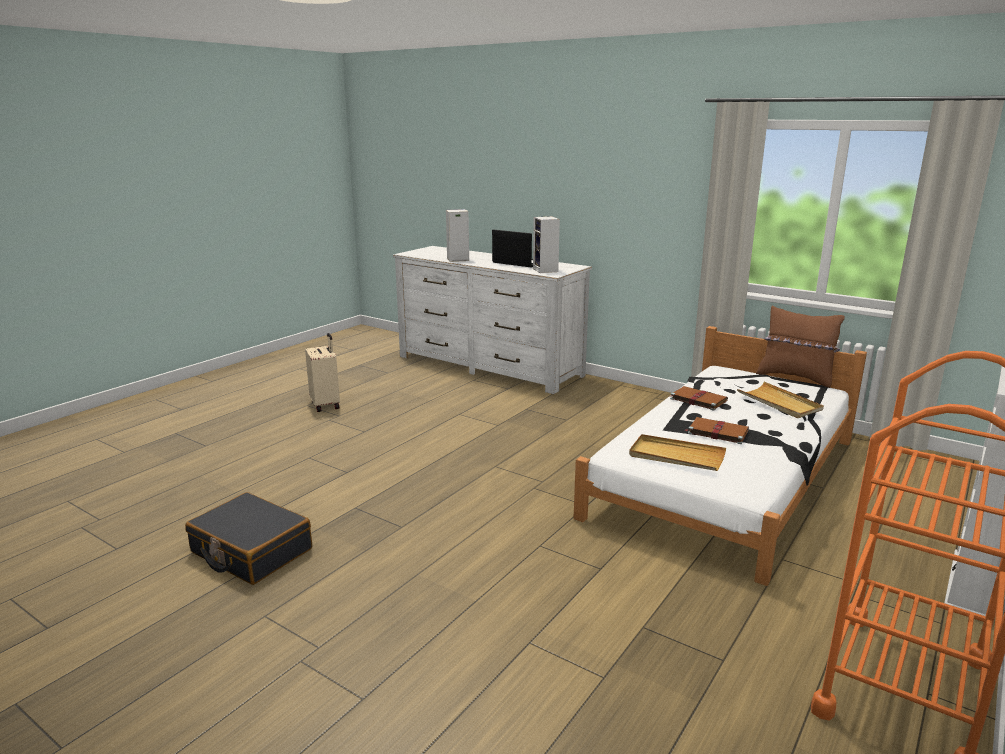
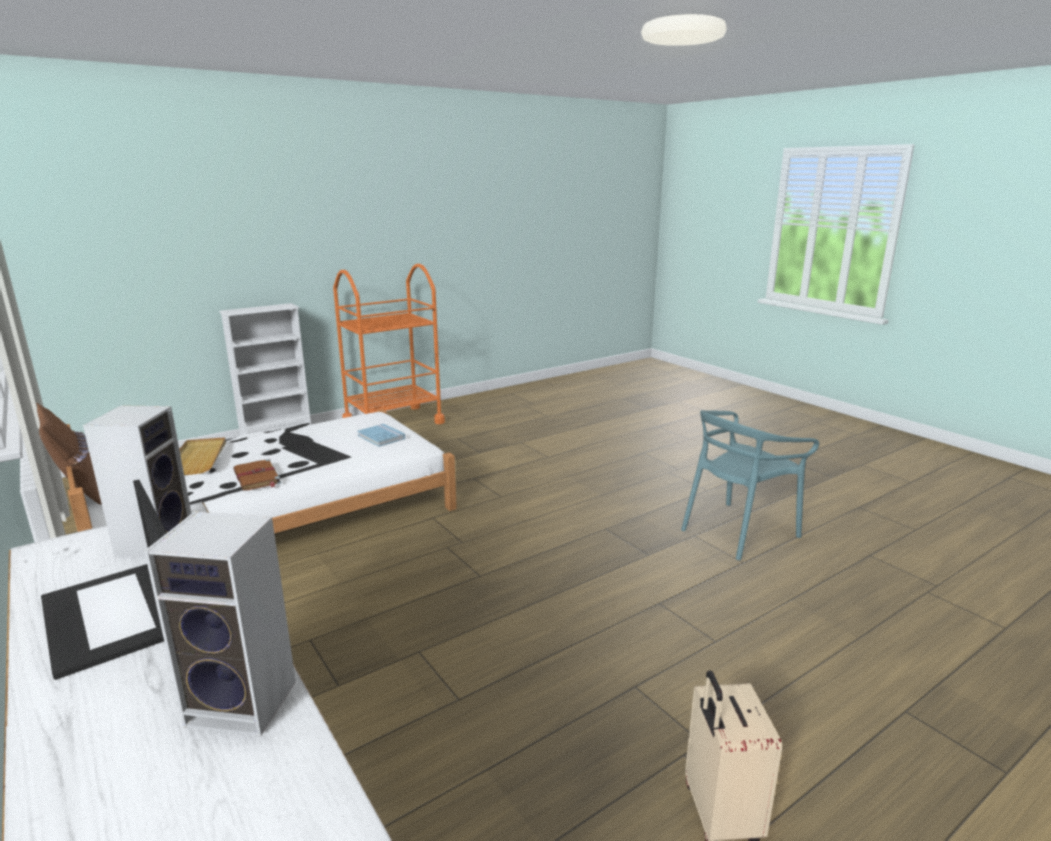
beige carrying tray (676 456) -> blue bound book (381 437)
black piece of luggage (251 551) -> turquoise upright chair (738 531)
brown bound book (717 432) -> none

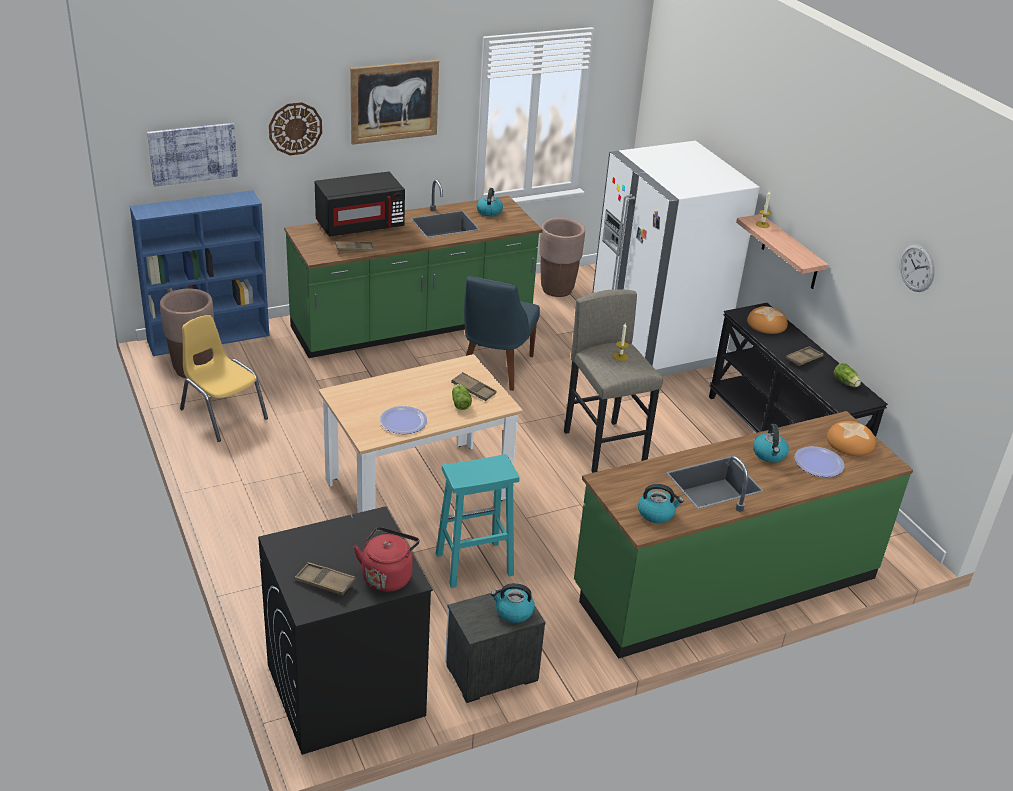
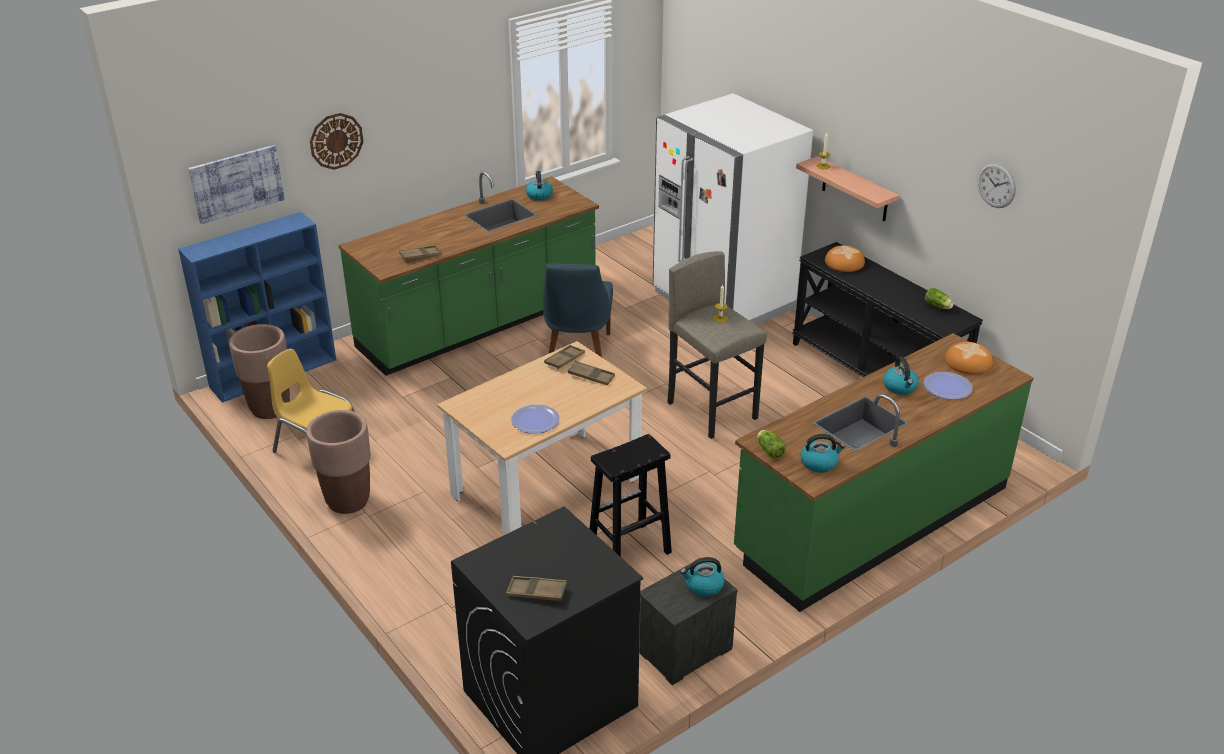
brown plant pot (557 289) -> brown plant pot (348 501), move
brown carrying tray (803 359) -> brown carrying tray (564 359), move
turquoise stool (473 565) -> black stool (628 550)
head of lettuce (460 402) -> head of lettuce (769 450), move
black microwave (360 226) -> none
wall picture (394 101) -> none
red kettle (387 576) -> none

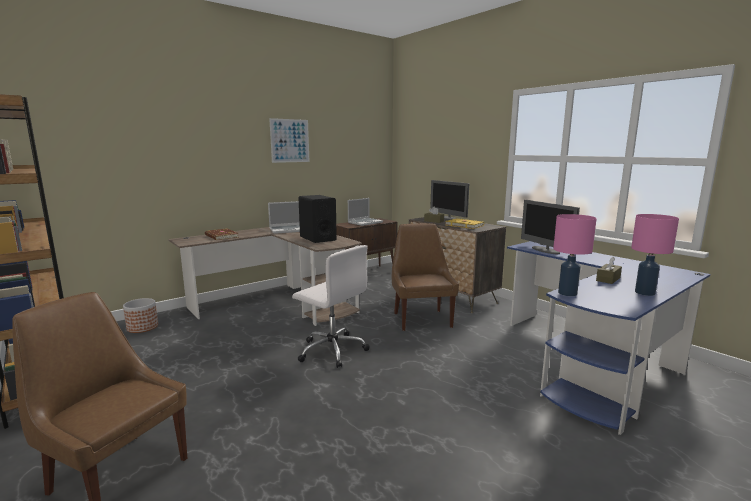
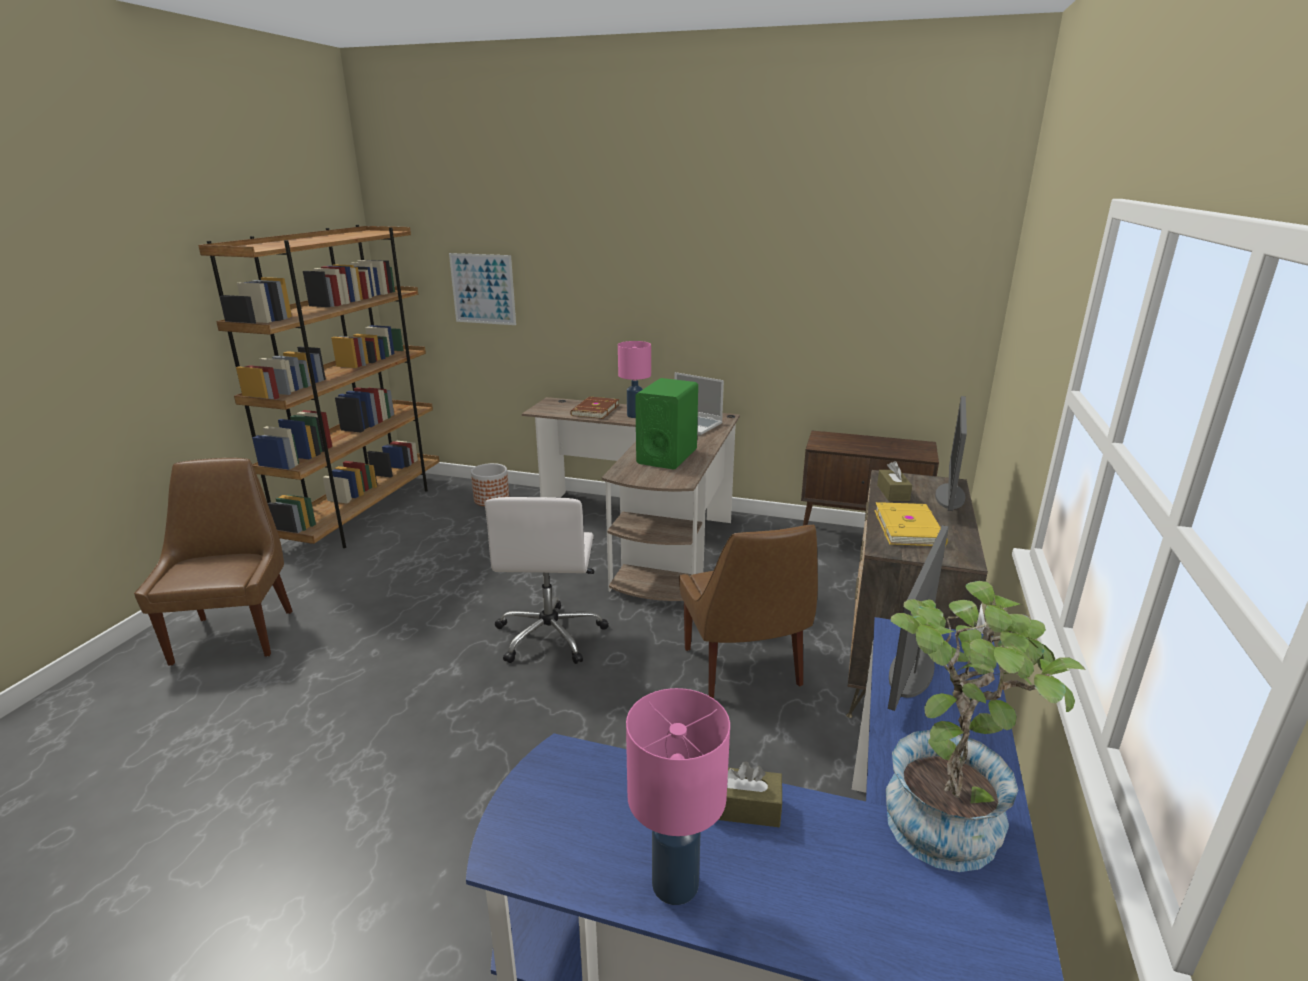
wall picture (290 140) -> wall picture (483 289), move
pink-coloured tabletop lamp (567 293) -> pink-coloured tabletop lamp (634 415), move
black loudspeaker (317 238) -> green loudspeaker (667 456)
brown upright chair (421 319) -> brown upright chair (743 670), 120 degrees clockwise
none -> potted plant (947 814)
portable computer (365 222) -> none

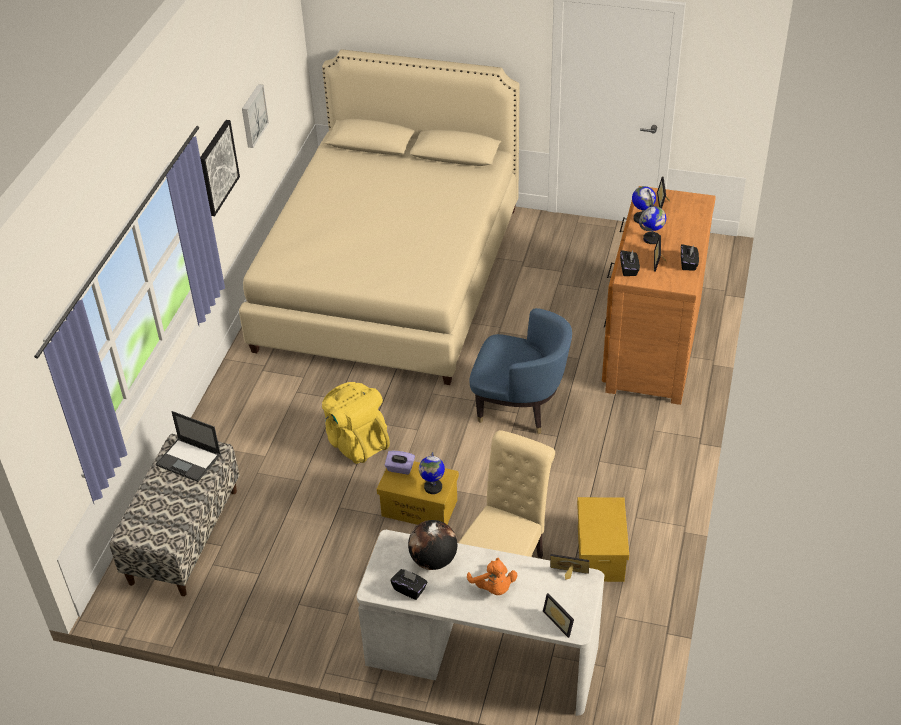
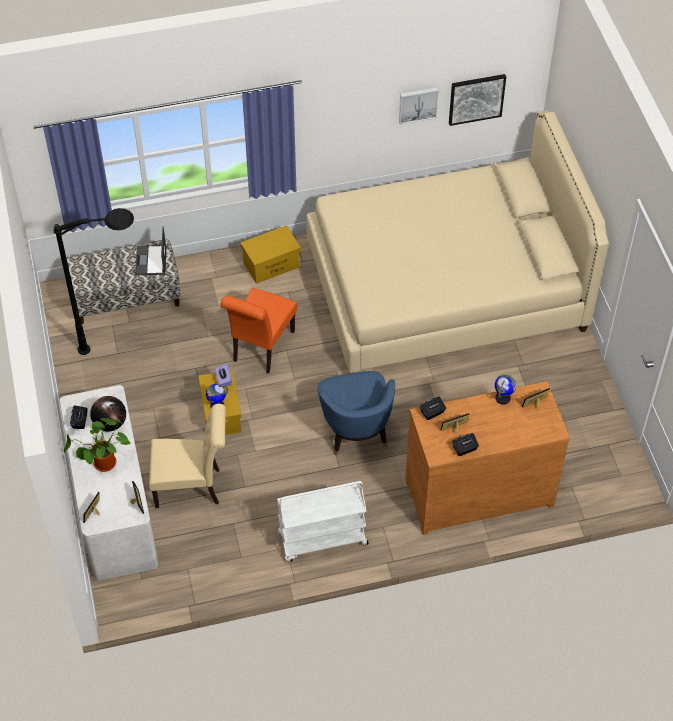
none -> black floor lamp (124 347)
orange-coloured plush toy (493 587) -> potted plant (104 465)
yellow-coloured knapsack (356 442) -> orange-coloured upright chair (261 349)
yellow-coloured storage bin (600 553) -> yellow-coloured storage bin (272 264), move
none -> whitish trolley (322 539)
wall picture (217 167) -> wall picture (476 98), move
globe (652 239) -> none

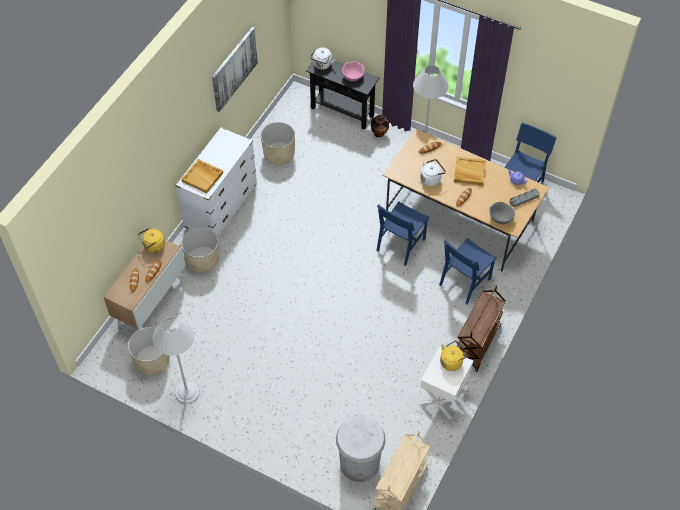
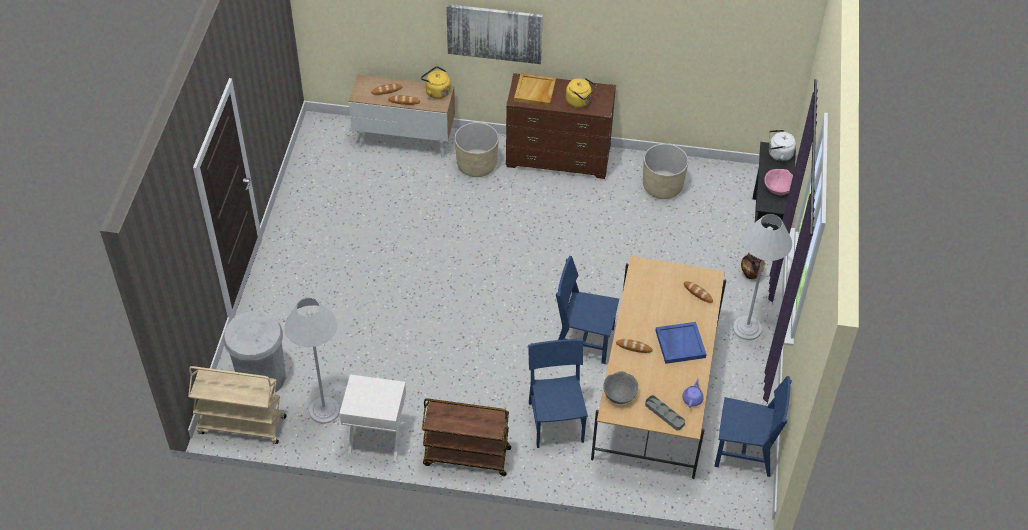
whitish floor lamp (187 392) -> whitish floor lamp (324 410), move
wall picture (234 68) -> wall picture (494 33), move
whitish dresser (221 207) -> brown dresser (558 158)
blue upright chair (464 282) -> blue upright chair (556 422), 60 degrees clockwise
yellow-coloured kettle (452 361) -> yellow-coloured kettle (580 101), move
beige carrying tray (469 172) -> blue carrying tray (679 344)
beige plant pot (152 361) -> none
whitish kettle (431 179) -> none

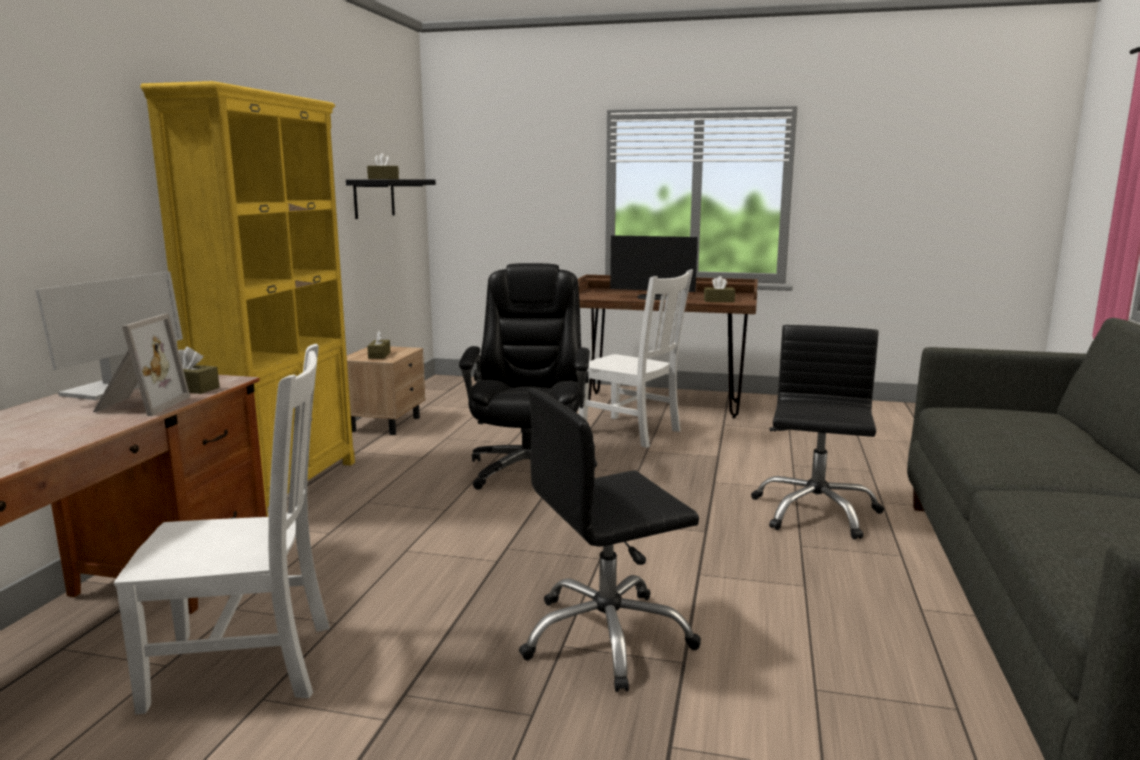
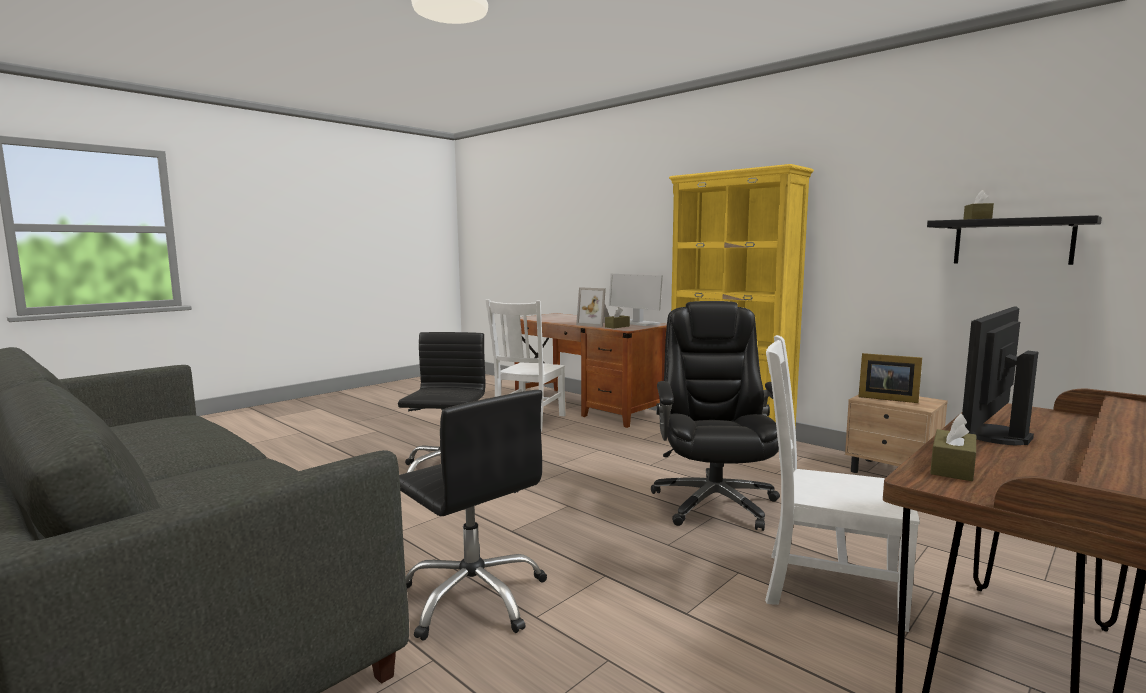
black desk chair (529 469) -> black desk chair (714 502), 120 degrees counterclockwise
whitish upright chair (632 432) -> whitish upright chair (826 588), 45 degrees clockwise
brown box of tissues (379 355) -> photo frame (886 398)

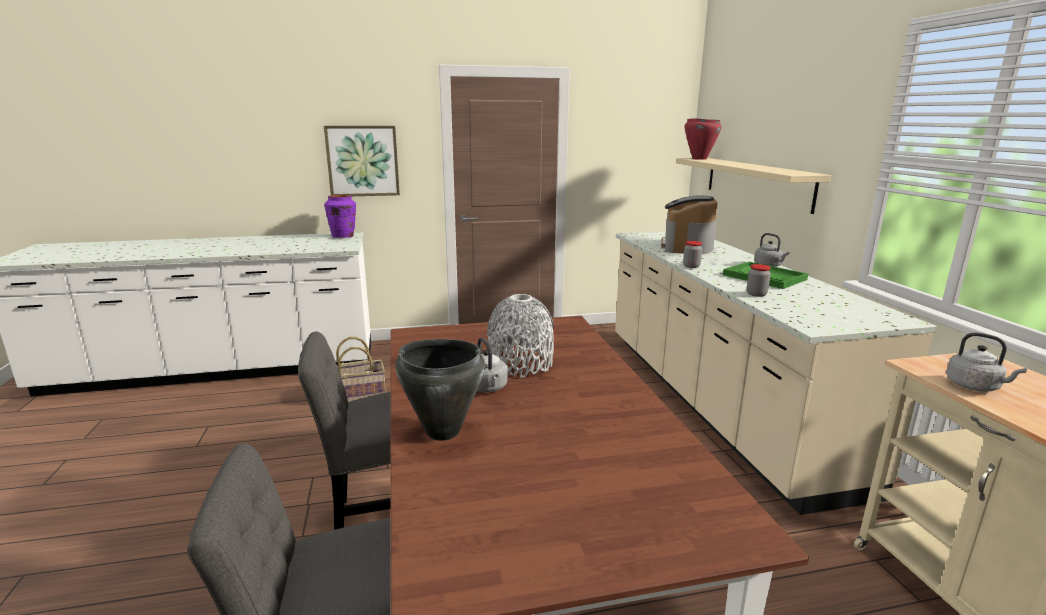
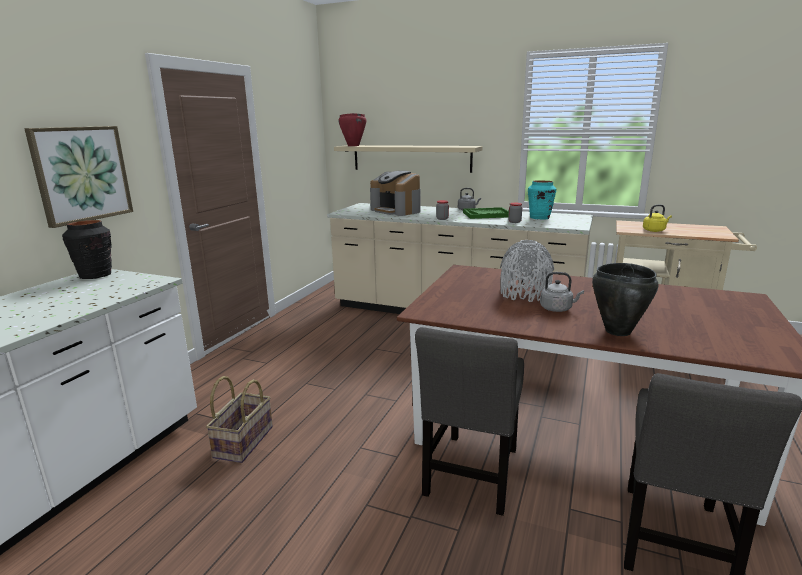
purplish flower vase (343 236) -> black flower vase (96 275)
none -> turquoise flower vase (539 218)
greyish kettle (975 386) -> yellow-coloured kettle (655 230)

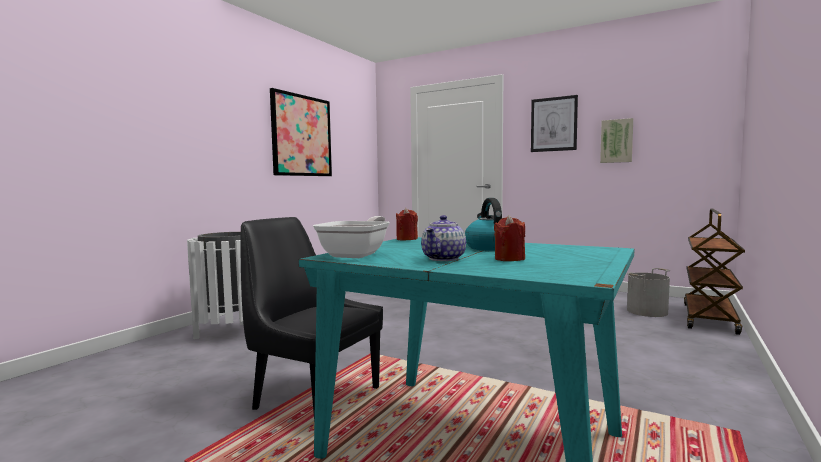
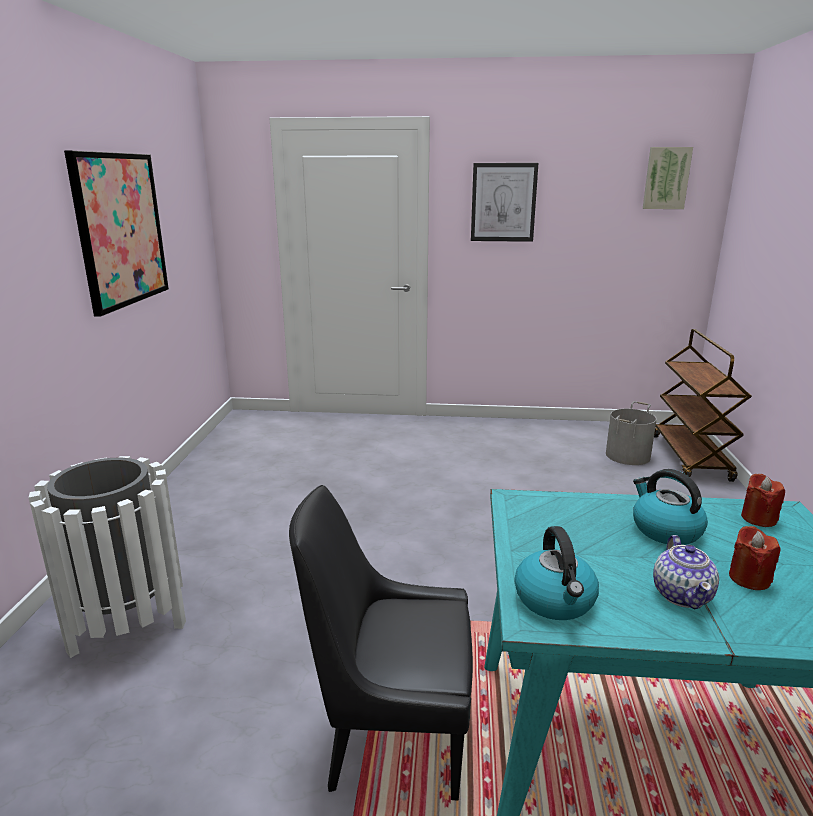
frying pan (357 254) -> kettle (555 600)
wall picture (616 141) -> wall picture (666 178), move
red candle (407 239) -> red candle (758 518), move

